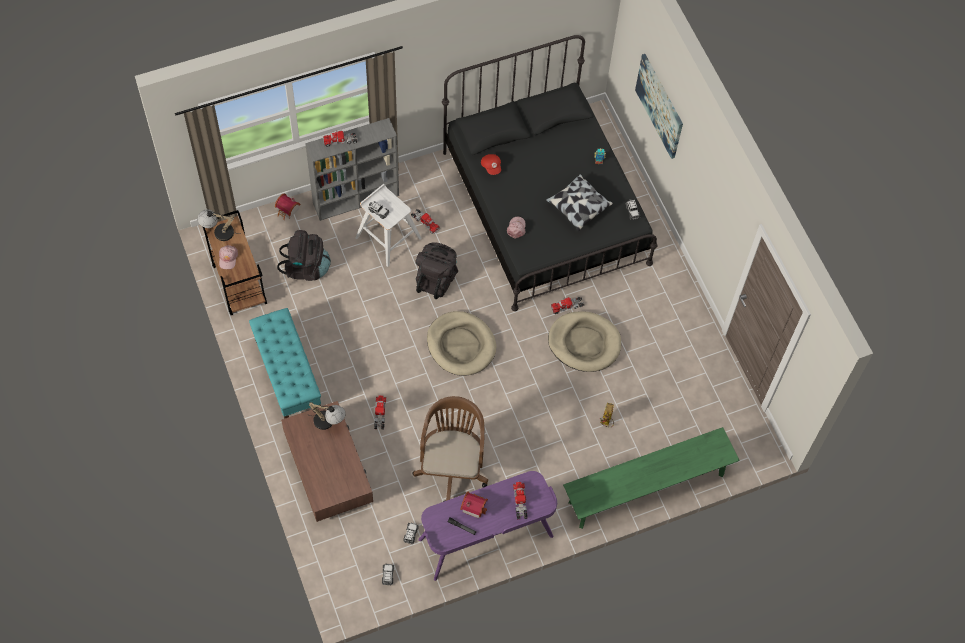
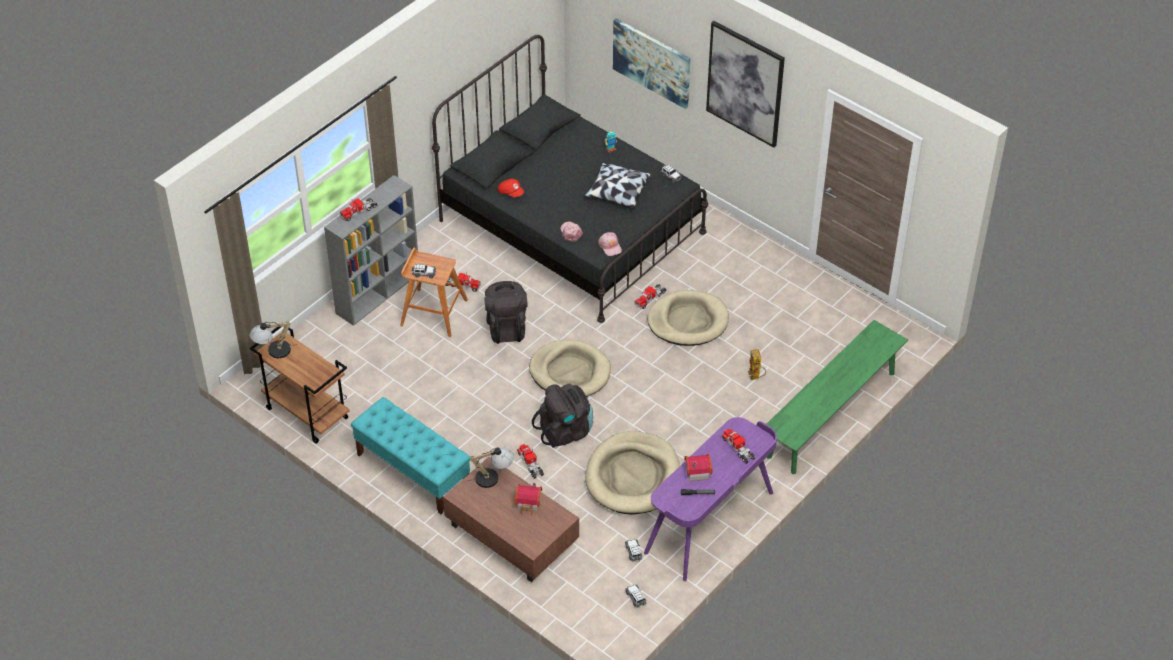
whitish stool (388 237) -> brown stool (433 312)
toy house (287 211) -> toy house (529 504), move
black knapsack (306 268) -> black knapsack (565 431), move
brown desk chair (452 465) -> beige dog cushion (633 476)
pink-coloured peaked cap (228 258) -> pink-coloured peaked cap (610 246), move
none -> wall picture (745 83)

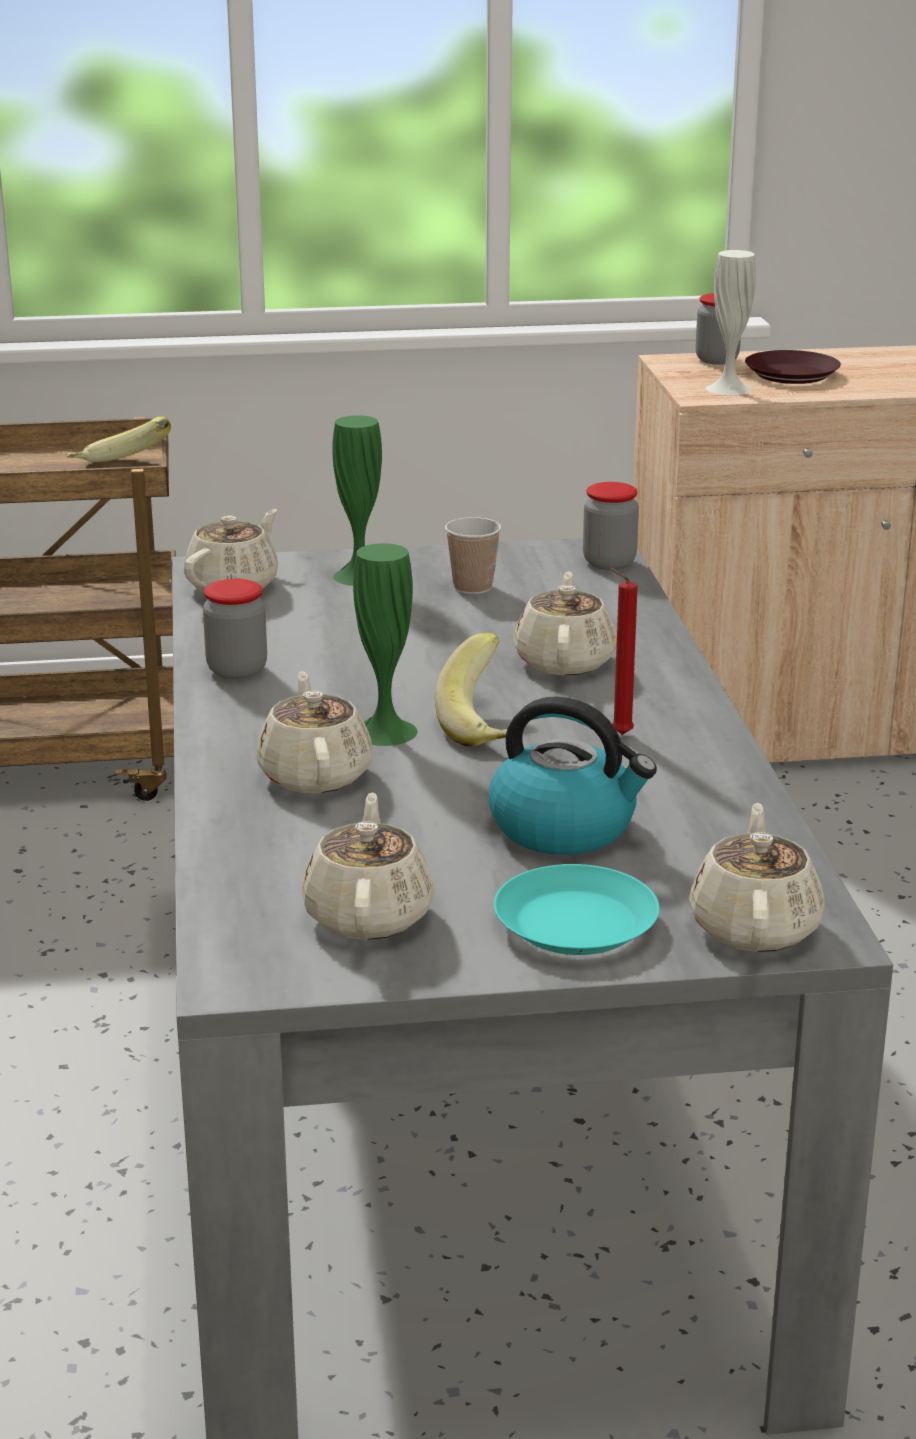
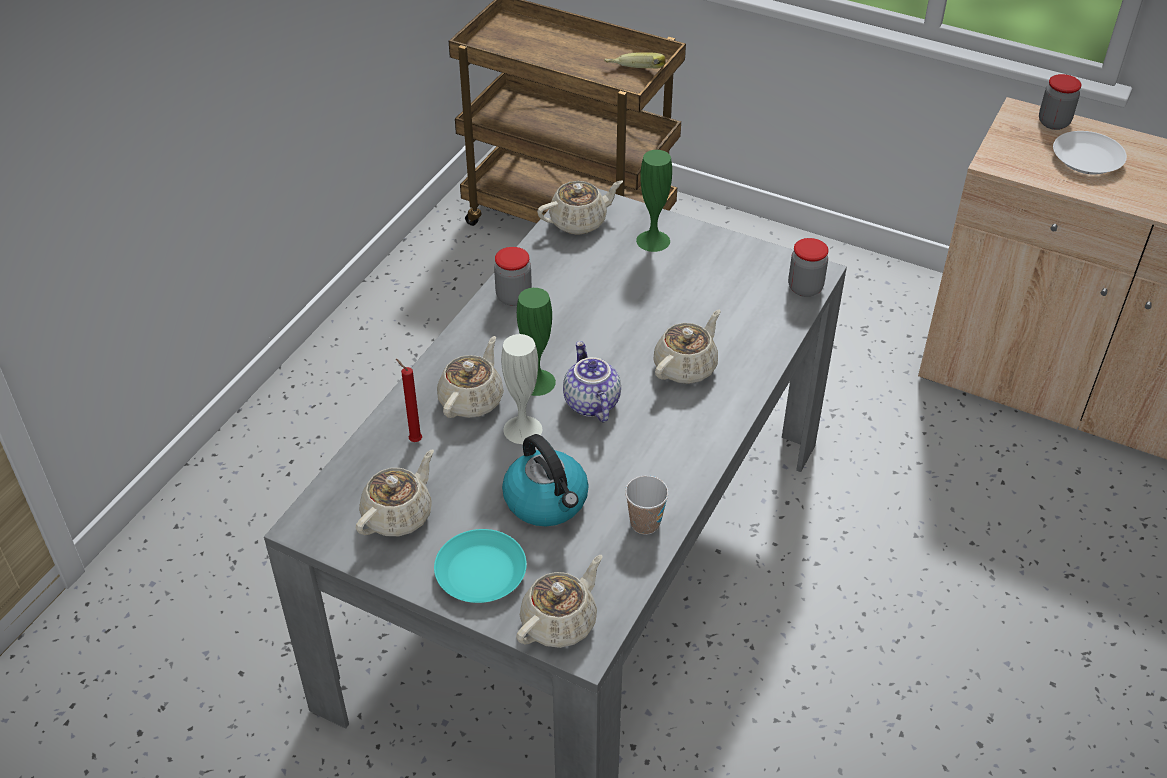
red candle (618 734) -> red candle (414 440), move
whitish flower vase (728 389) -> whitish flower vase (522 429), move
banana (487 726) -> teapot (590 403)
small cup (472 587) -> small cup (645 523), move
brown dinner plate (790 374) -> whitish dinner plate (1086 159)

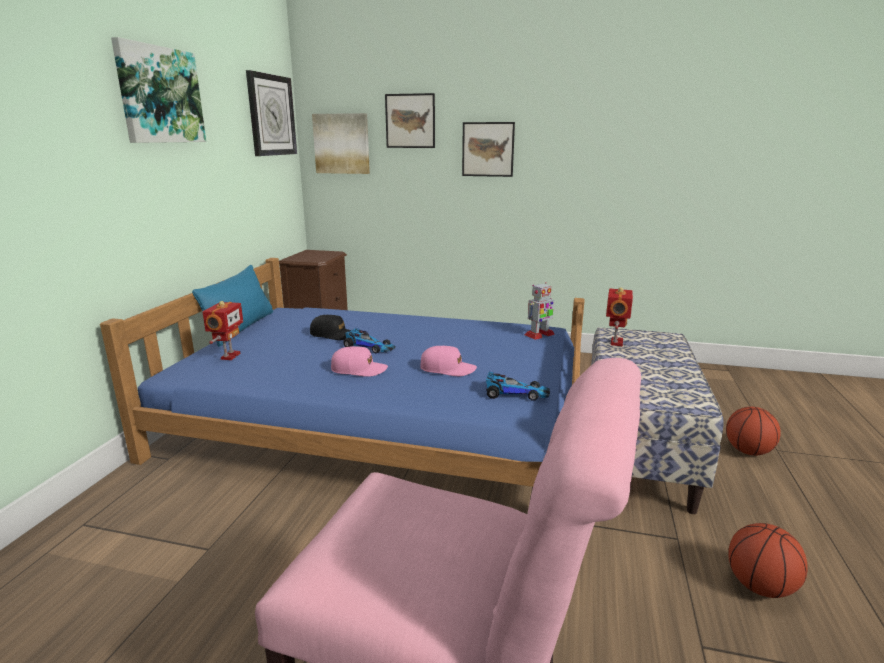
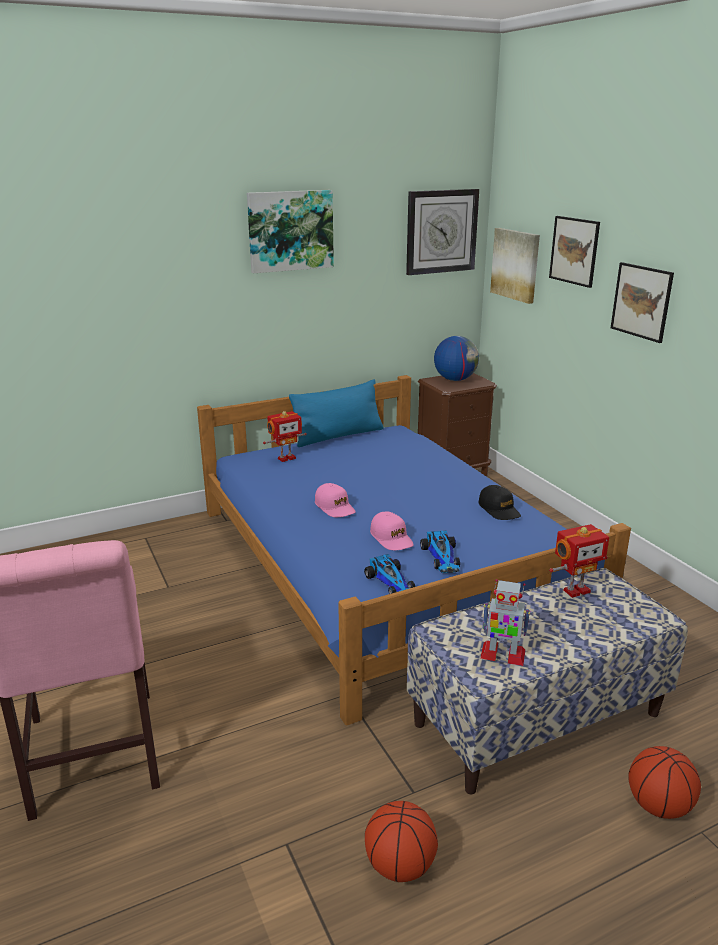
model car (369 347) -> model car (442 558), move
none -> globe (455 379)
black peaked cap (333 334) -> black peaked cap (499 509), move
model robot (539 335) -> model robot (502 654), move

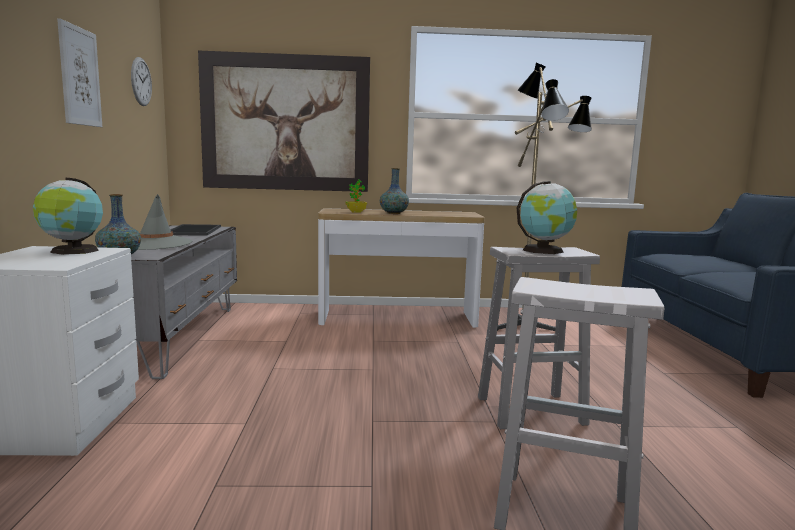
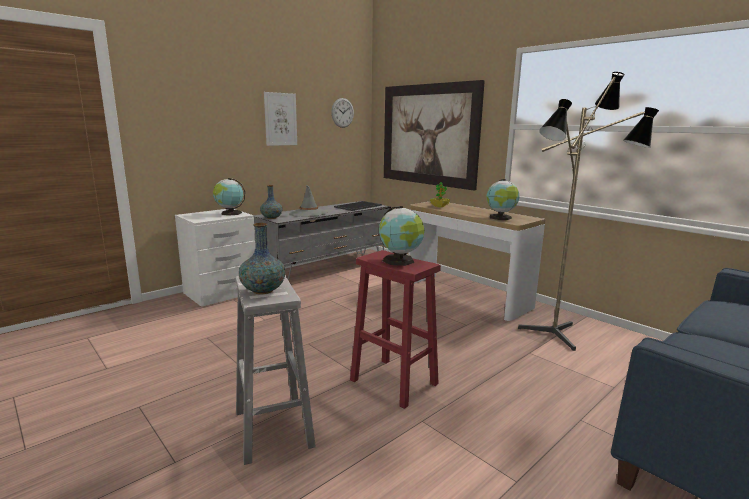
flower vase (393 213) -> flower vase (263 291), move
whitish stool (532 410) -> red stool (395 382)
none -> globe (500 218)

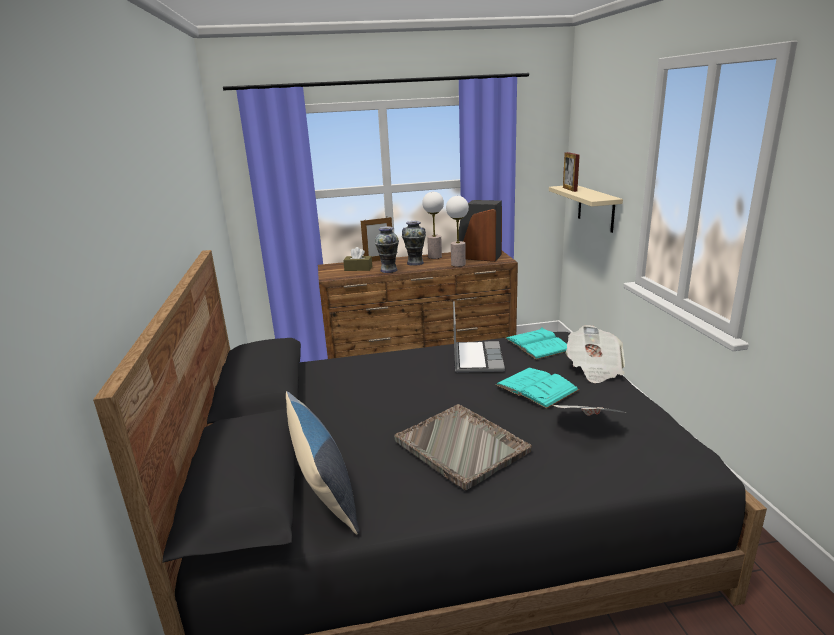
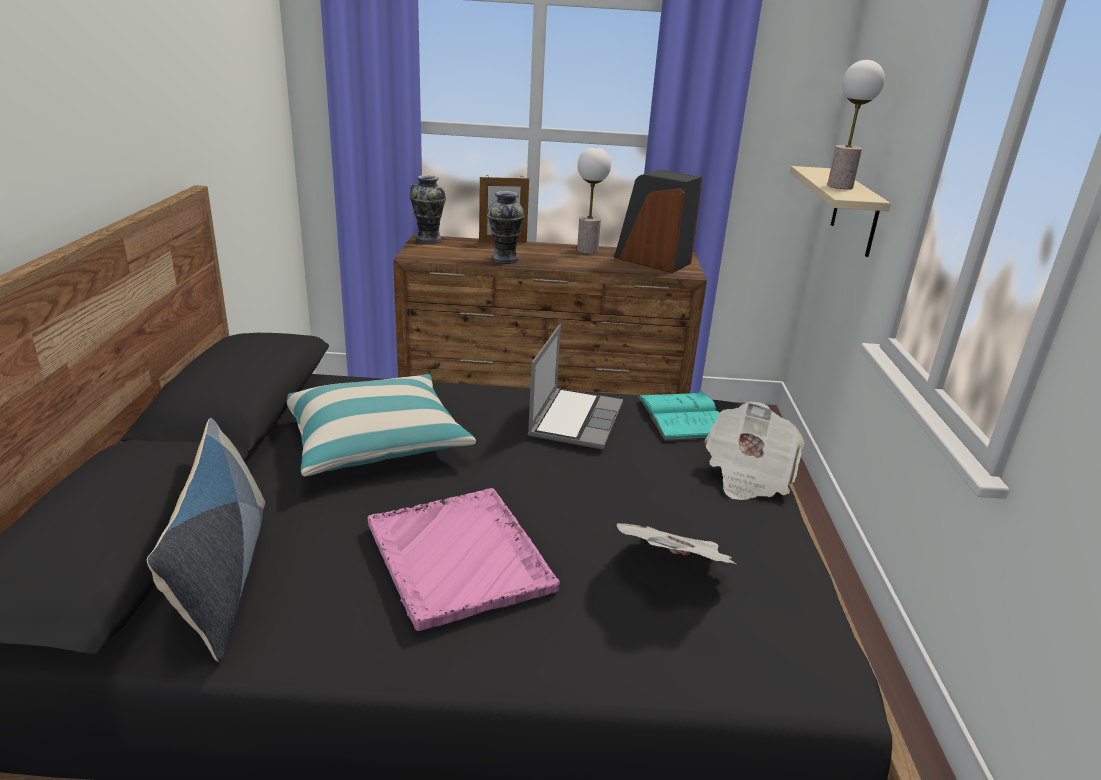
none -> throw pillow (375 442)
greyish carrying tray (462 447) -> pink-coloured carrying tray (459 558)
flower vase (415 263) -> flower vase (428 240), move
tabletop lamp (458 264) -> tabletop lamp (840 186), move
brown box of tissues (358 268) -> none
turquoise bound book (536 387) -> none
photo frame (569 189) -> none

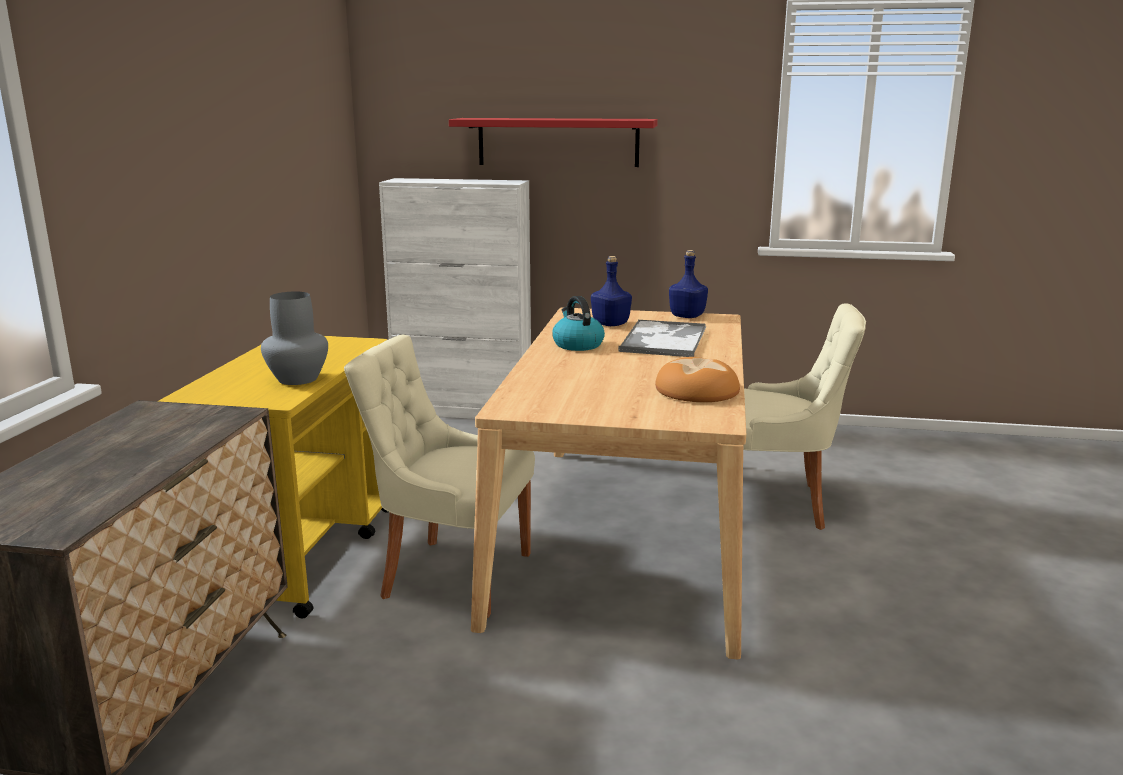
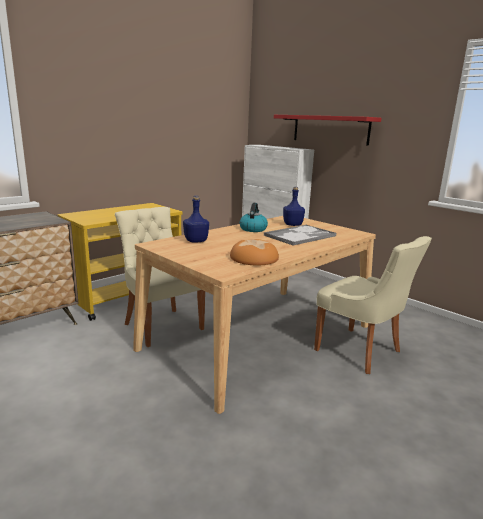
blue drink bottle (688 316) -> blue drink bottle (196 241), move
greyish flower vase (296 379) -> none

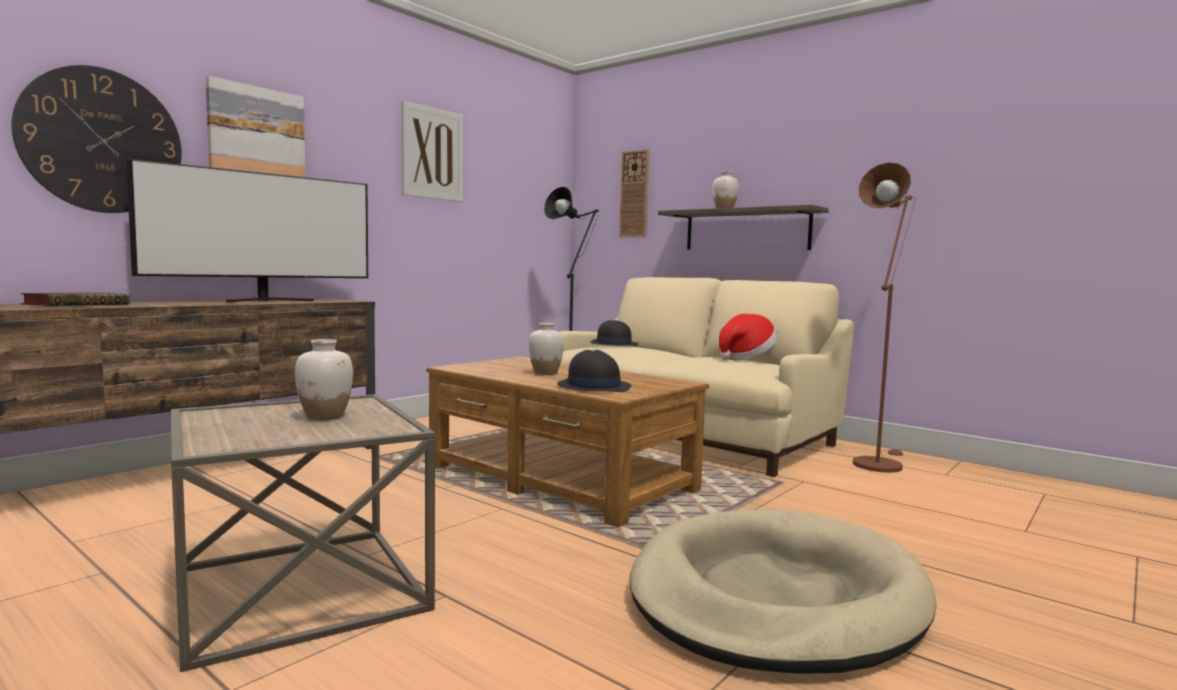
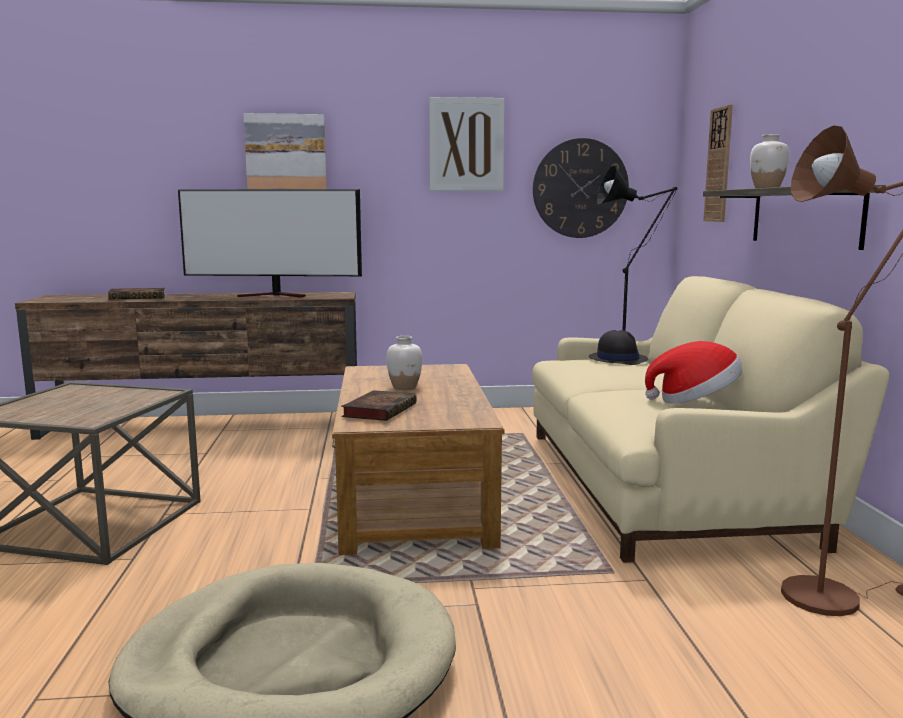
black hat (593 386) -> bound book (380 410)
hanging clock (102 141) -> hanging clock (580 188), move
whitish flower vase (325 417) -> none

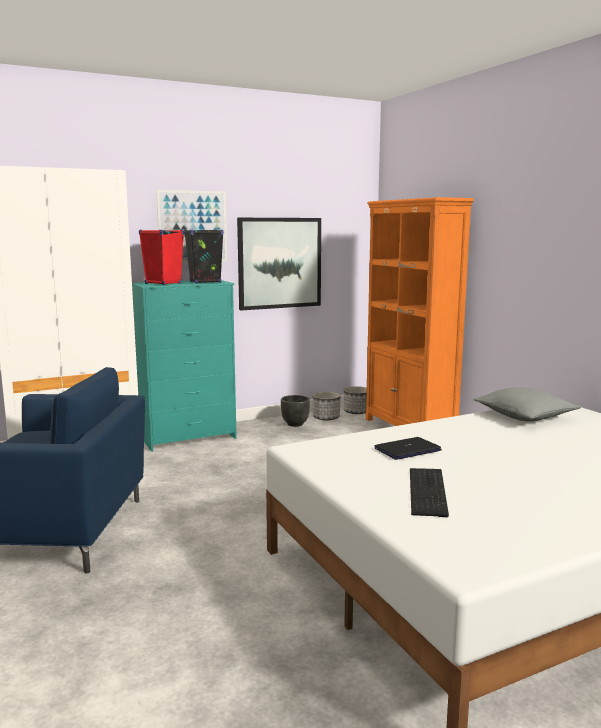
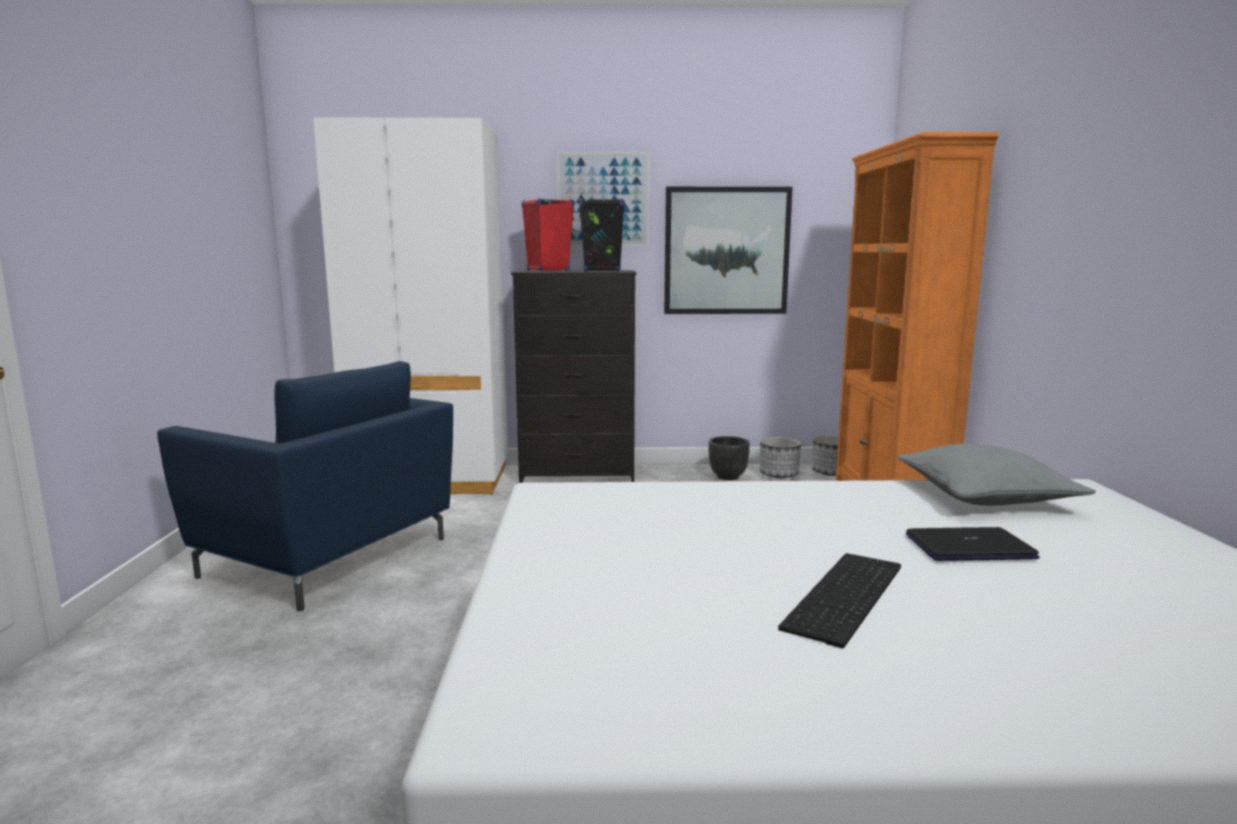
turquoise dresser (189 438) -> black dresser (578 475)
PC keyboard (429 492) -> PC keyboard (848 598), move
portable computer (407 449) -> portable computer (969 547), move

